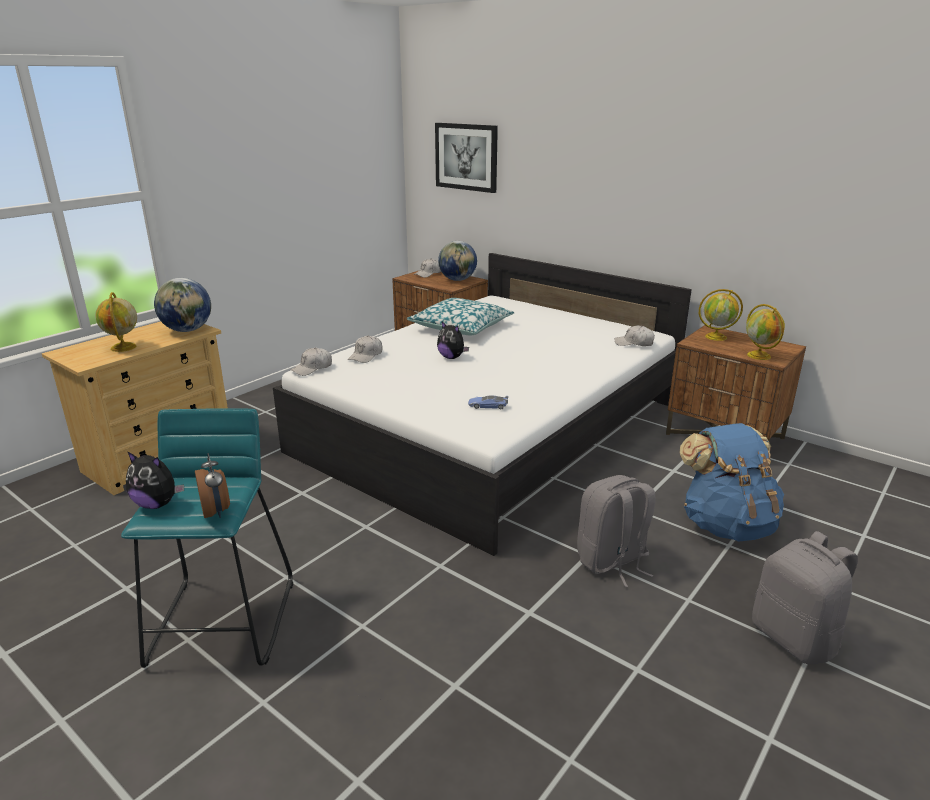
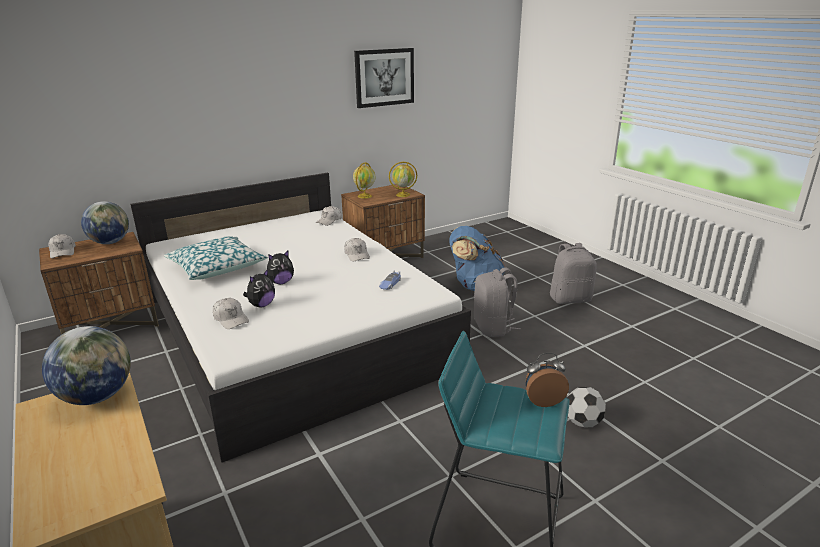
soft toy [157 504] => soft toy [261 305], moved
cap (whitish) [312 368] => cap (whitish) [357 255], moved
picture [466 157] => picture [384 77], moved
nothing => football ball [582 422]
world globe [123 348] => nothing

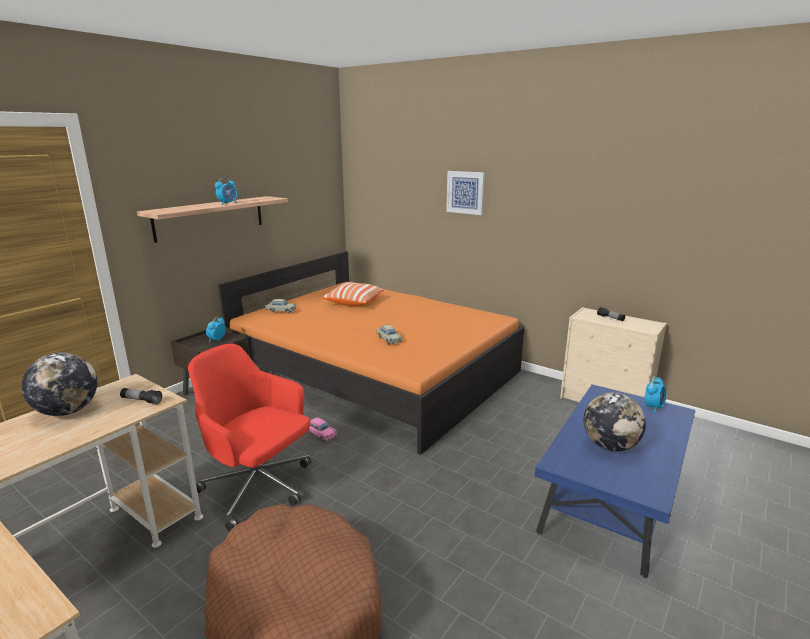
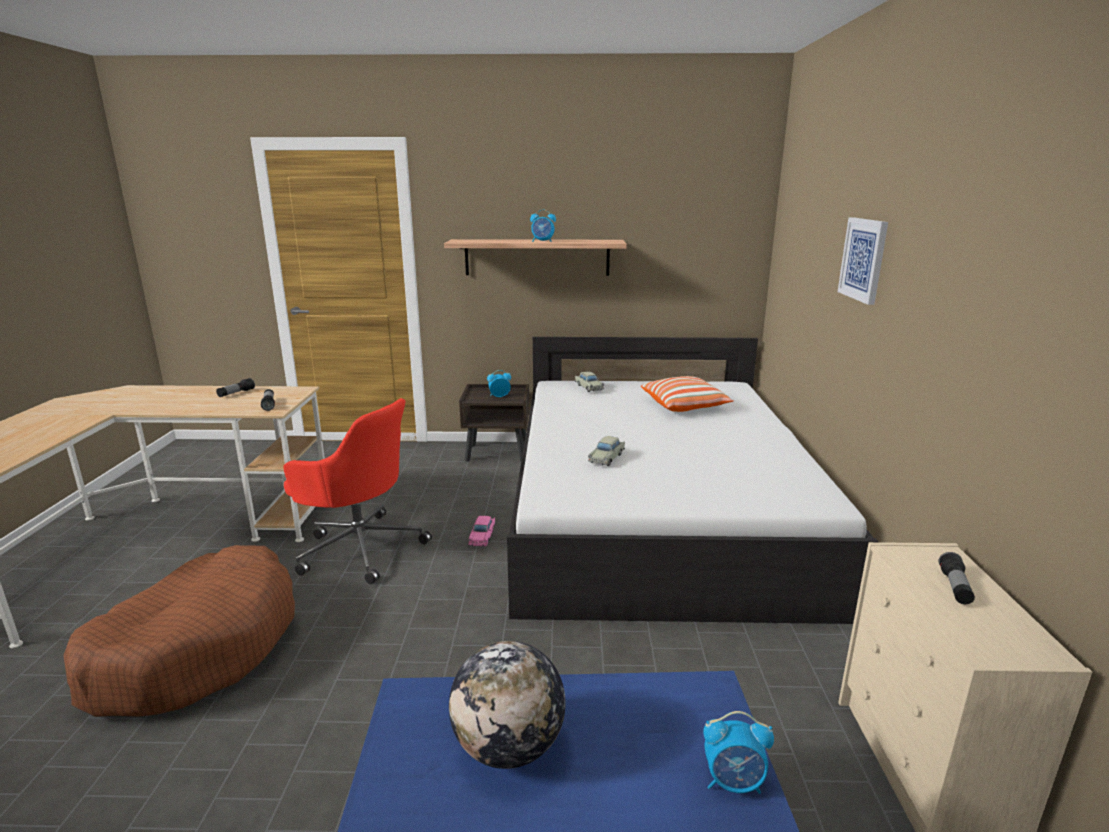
world globe [67 411] => torch [236 393]
desk chair (red-coloured) [259 488] => desk chair (red-coloured) [360 547], 120 degrees clockwise
bed (orangey) [375 372] => bed (whitish) [655 511]

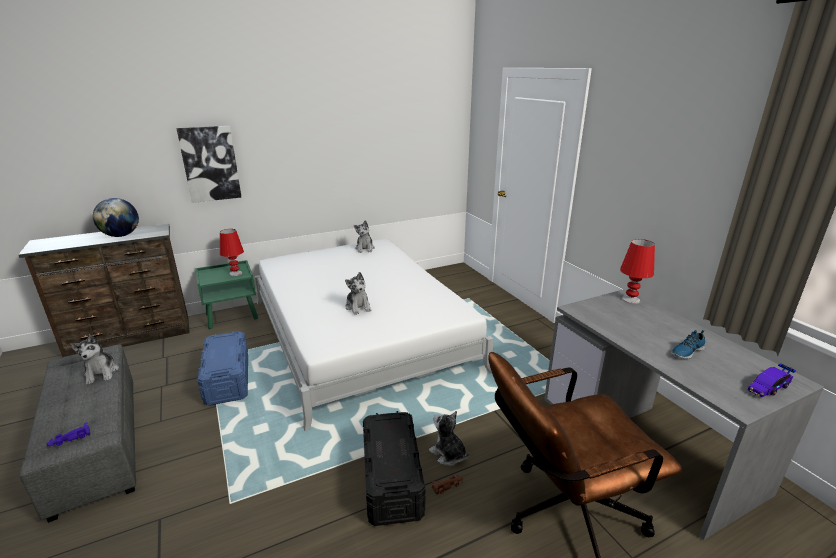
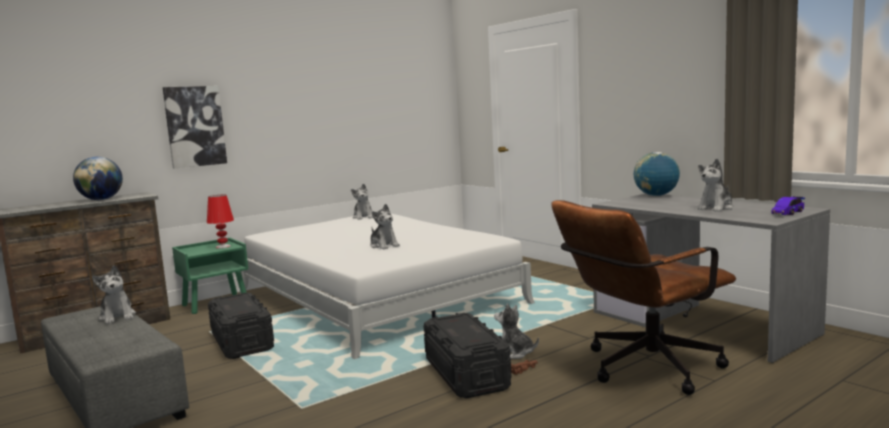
storage container (blue) [228 379] => storage container (black) [242 341]
lamp for a table (red-coloured) [630 299] => world globe [656 196]
shoe [686 351] => soft toy [716 208]
miniature car (purple-coloured) [69 439] => nothing

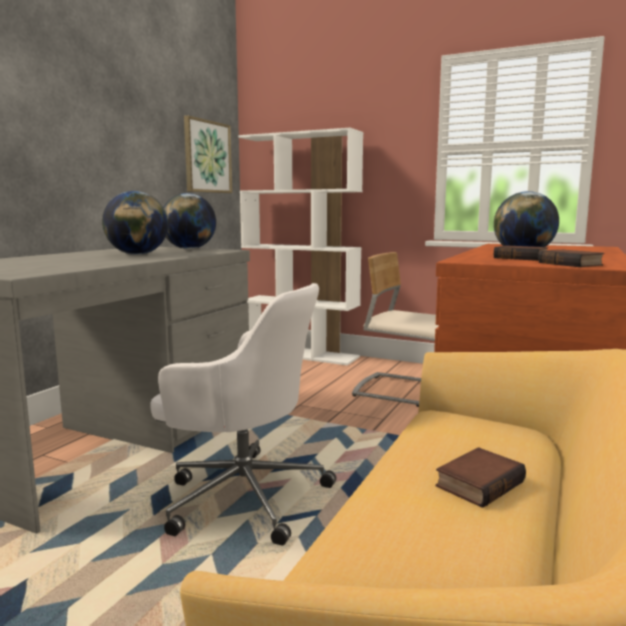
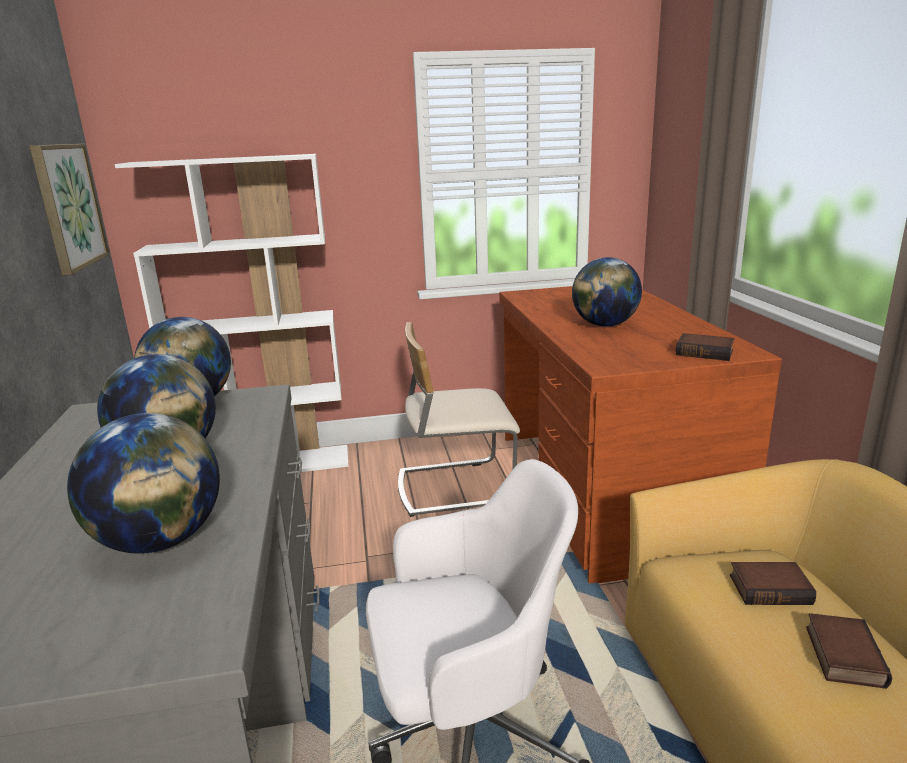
nothing => world globe [160 541]
volume [521 258] => volume [770 588], moved

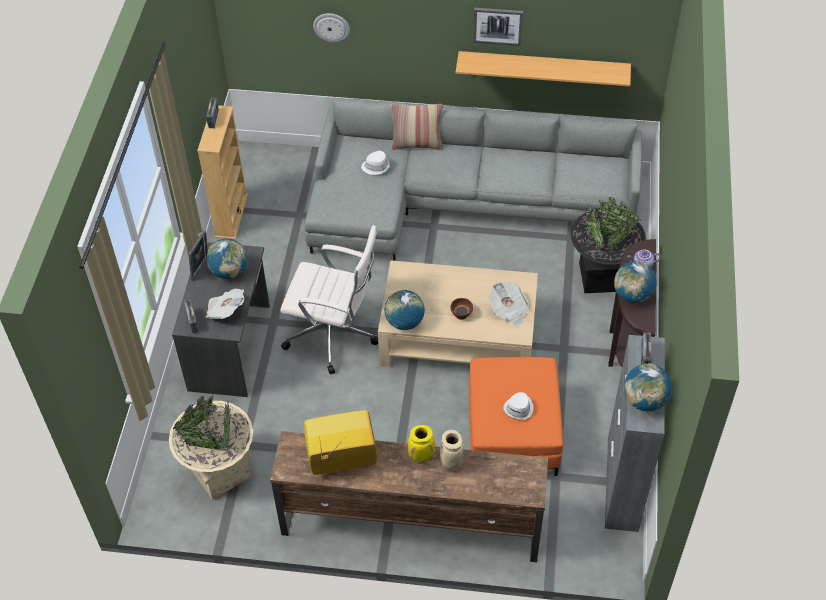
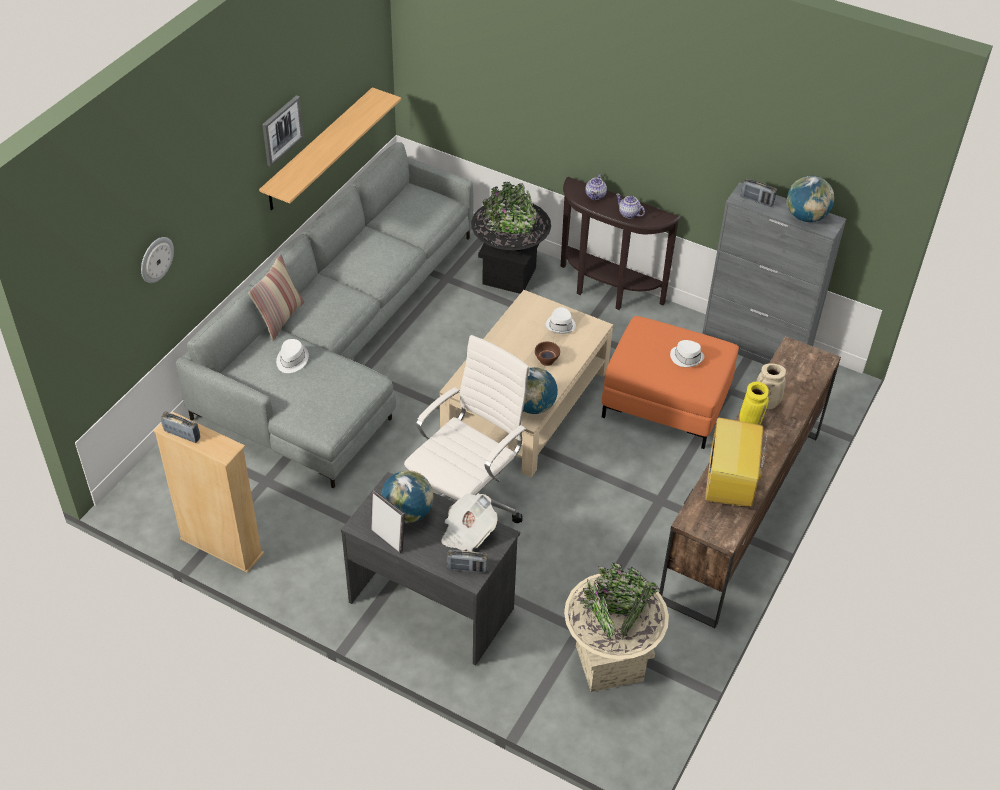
printed paper [509 310] => clothing hat (whitish) [561 325]
world globe [632 295] => pot for tea [628 214]

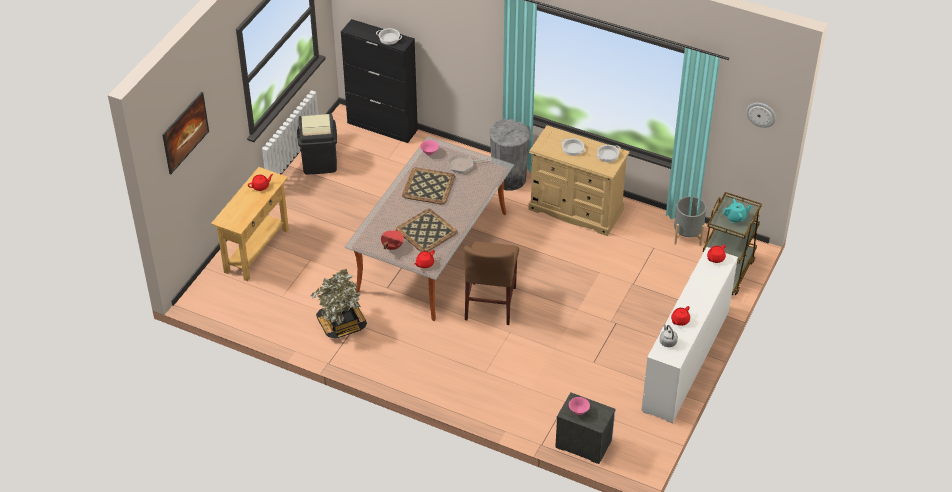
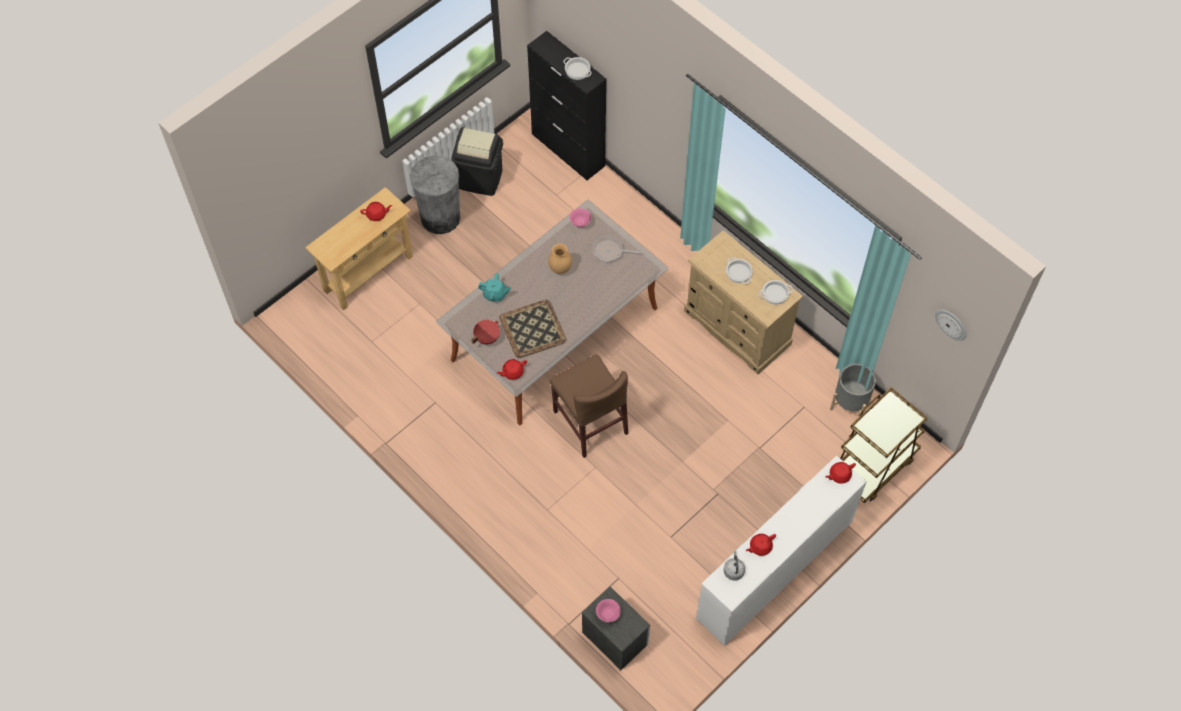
rubbish bin (grey) [509 178] => rubbish bin (grey) [440 217], moved
pot for tea (turquoise-coloured) [736 218] => pot for tea (turquoise-coloured) [495 294], moved
carrying tray [428 186] => flower vase (brown-coloured) [560 269]
chair (brown-coloured) [490 303] => chair (brown-coloured) [590 422], 60 degrees counterclockwise
picture [187 142] => nothing
plant in a pot [341 324] => nothing

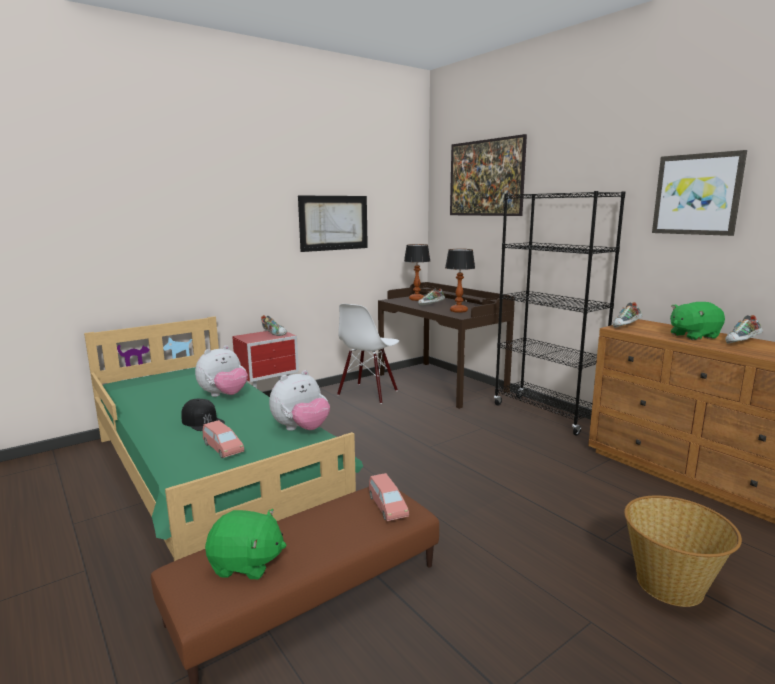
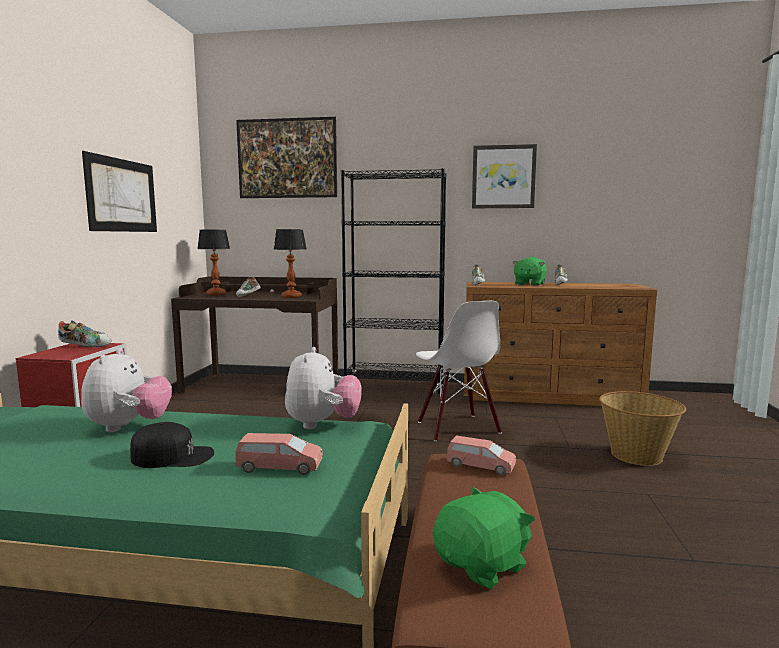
chair (whitish) [368 393] => chair (whitish) [457 428], moved

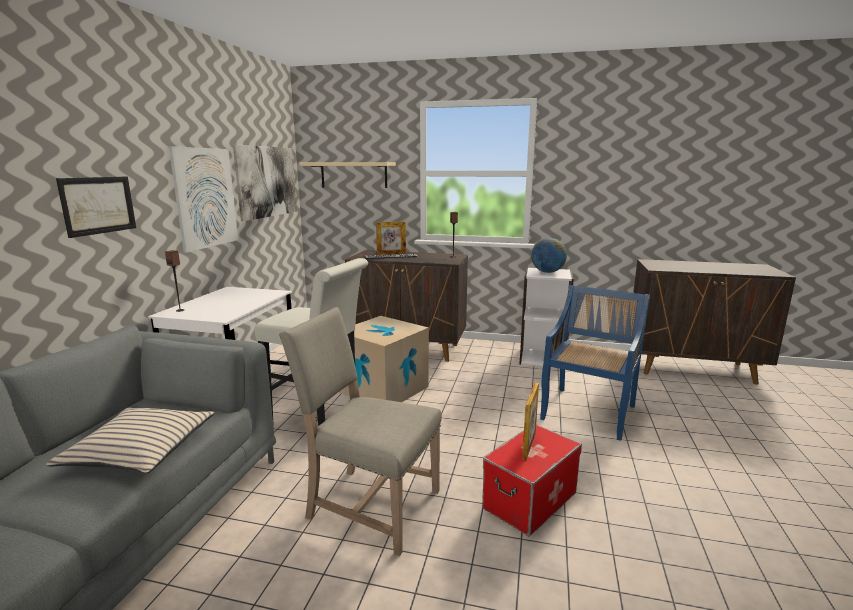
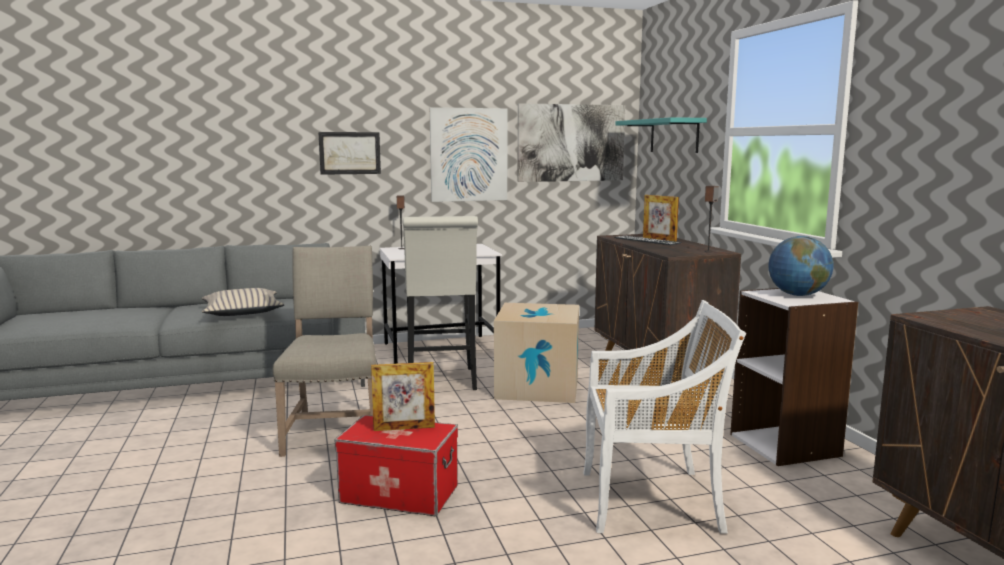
chair (blue) [588 412] => chair (whitish) [652 500]
shelf (beige-coloured) [353 175] => shelf (turquoise-coloured) [674 136]

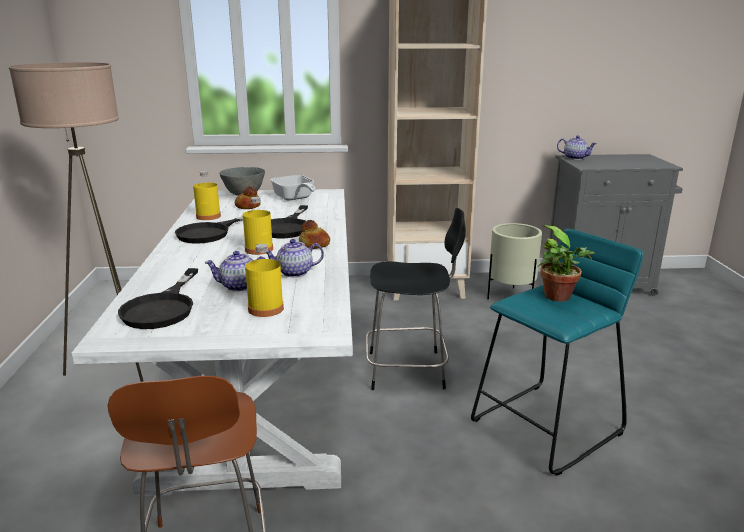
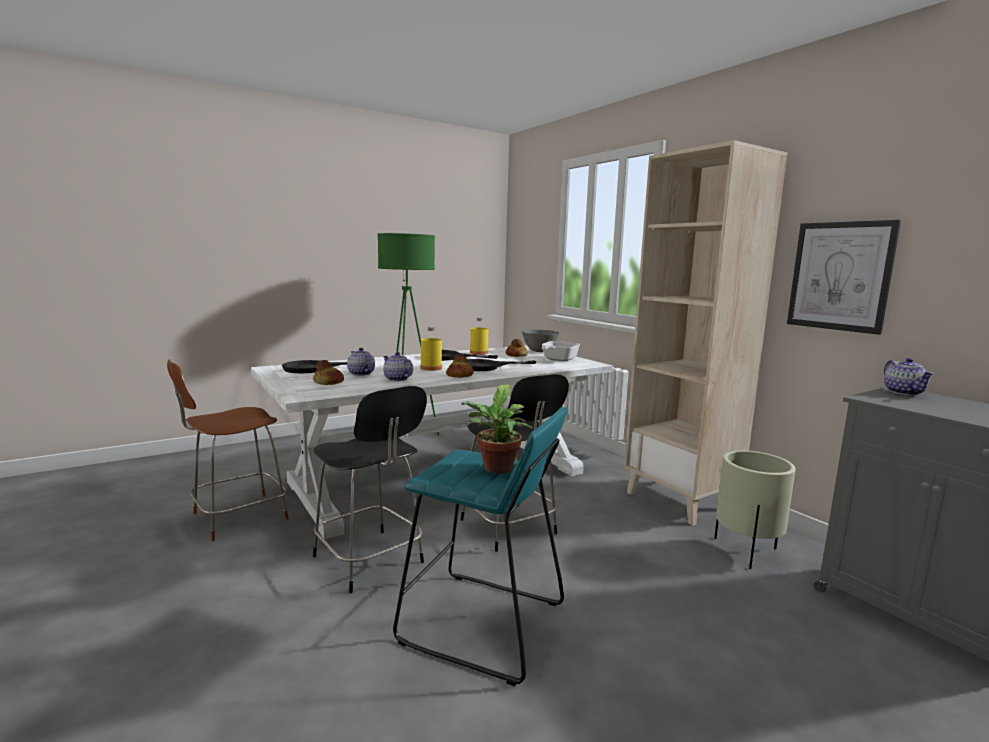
bottle (yellowish) [266 309] => bread [329 382]
nothing => chair (black) [370 561]
floor lamp (beige-coloured) [115 367] => floor lamp (greenish) [407 438]
nothing => picture [840 276]

